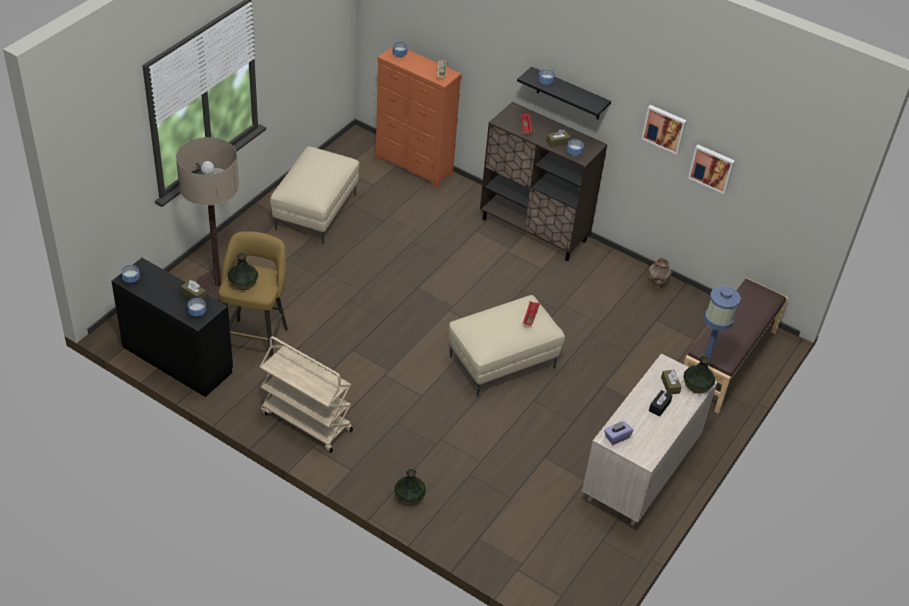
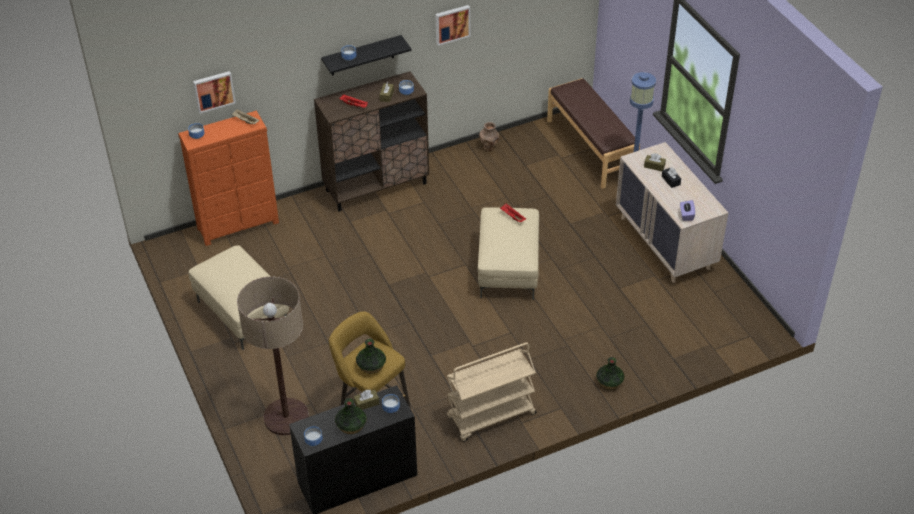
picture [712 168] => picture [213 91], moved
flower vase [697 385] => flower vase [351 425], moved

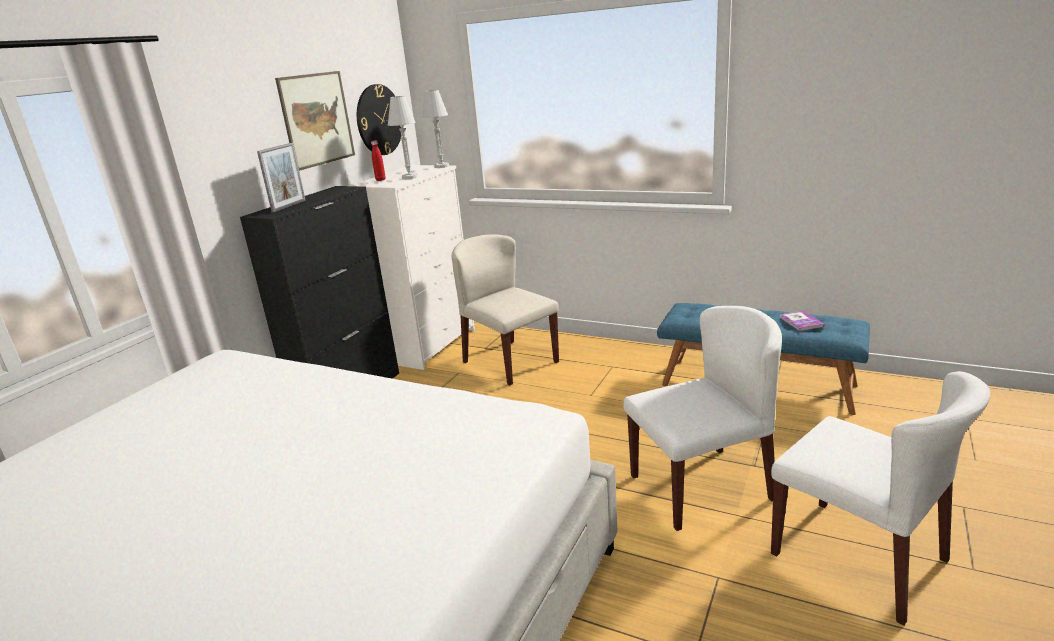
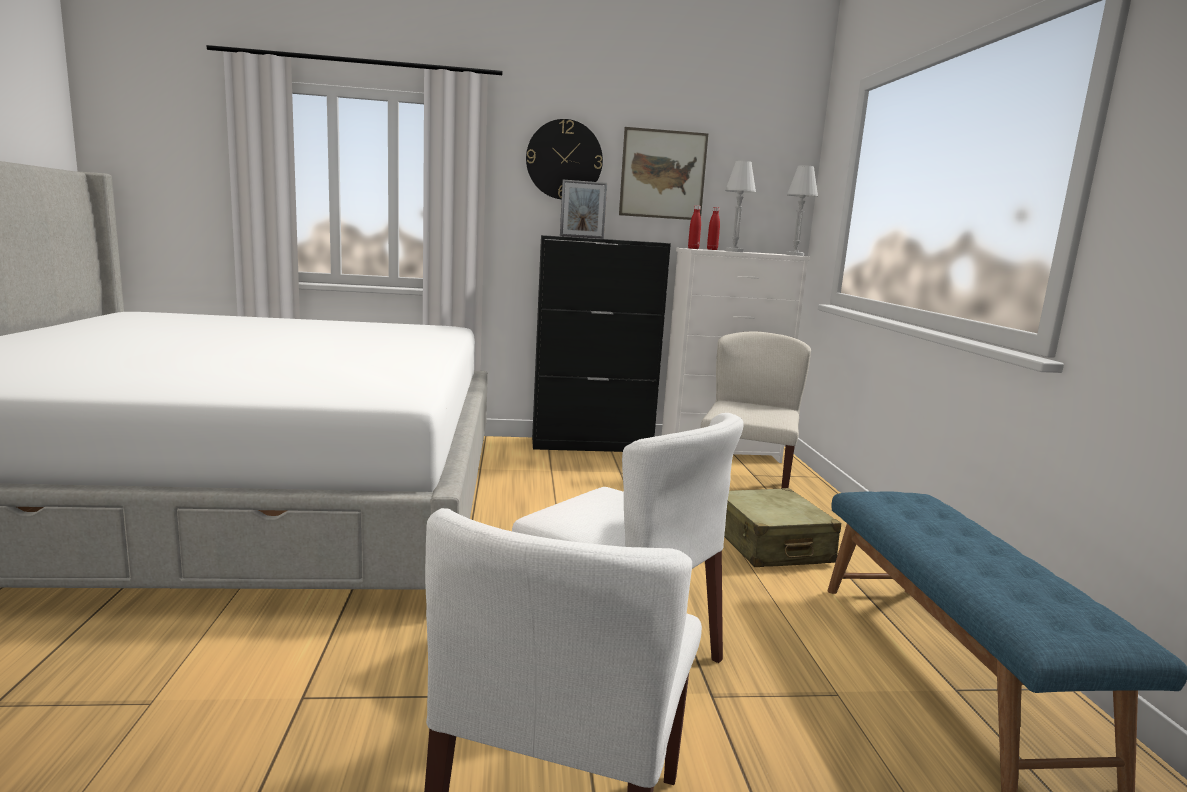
wall clock [379 120] => wall clock [564 160], moved
nothing => bottle (red-coloured) [693 248]
nothing => piece of luggage (beige-coloured) [771 545]
volume [801 322] => nothing

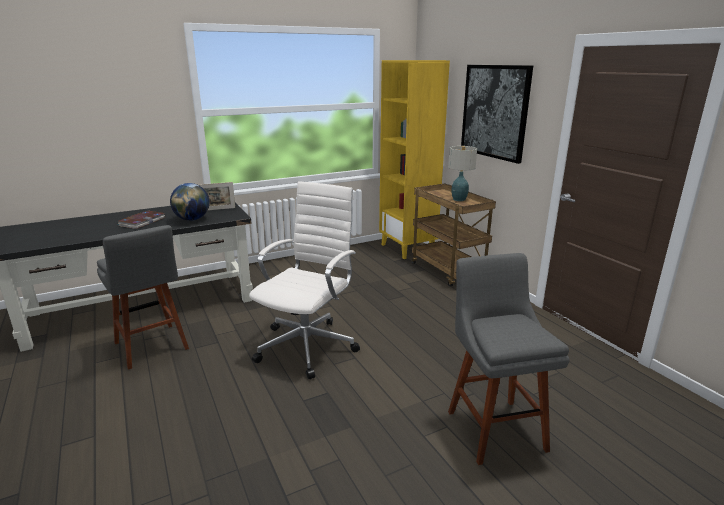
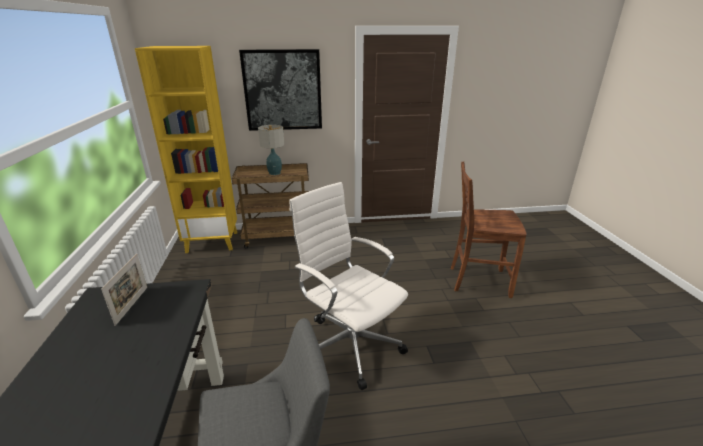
sitting stool (grey) [493 426] => chair (brown-coloured) [477 281]
volume [142 221] => nothing
world globe [192 219] => nothing

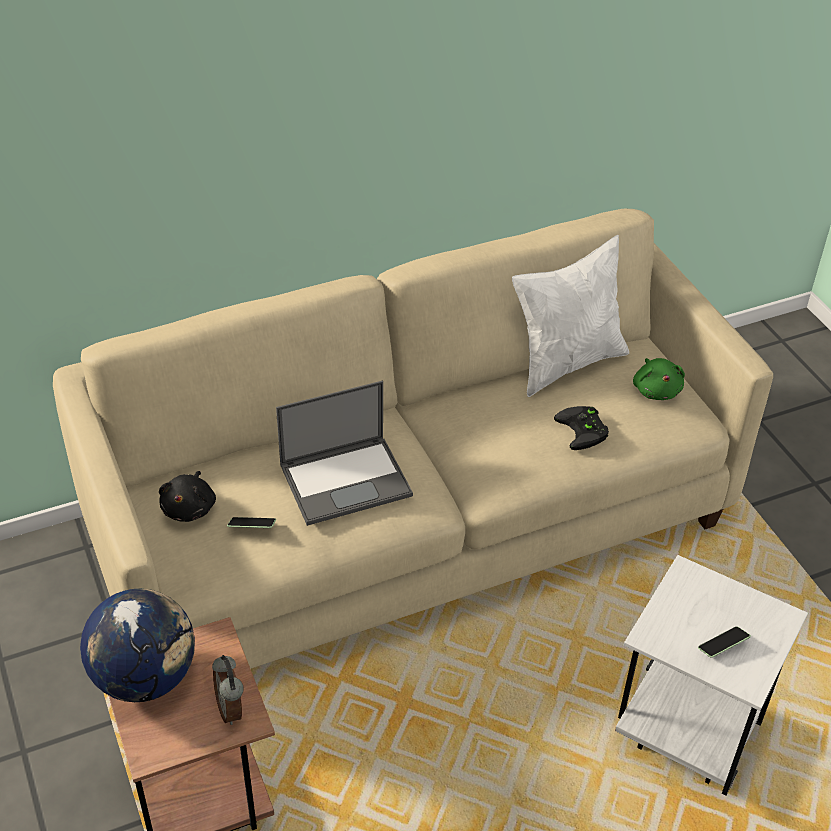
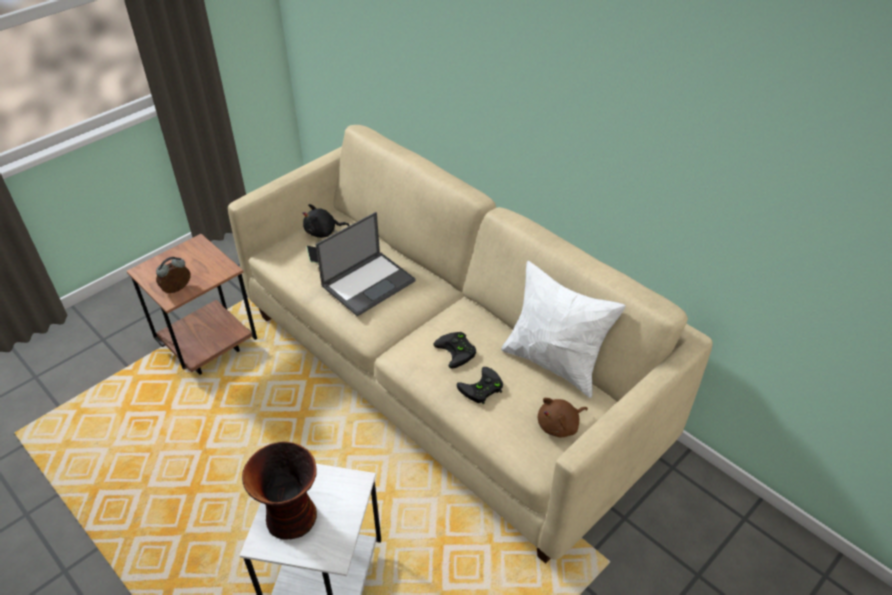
telephone [722 646] => flower vase [291 519]
laptop [347 479] => laptop [369 283], 90 degrees counterclockwise
nothing => joypad (black) [458 351]
soft toy (greenish) [656 390] => soft toy (brown-coloured) [560 425]
world globe [145 677] => nothing

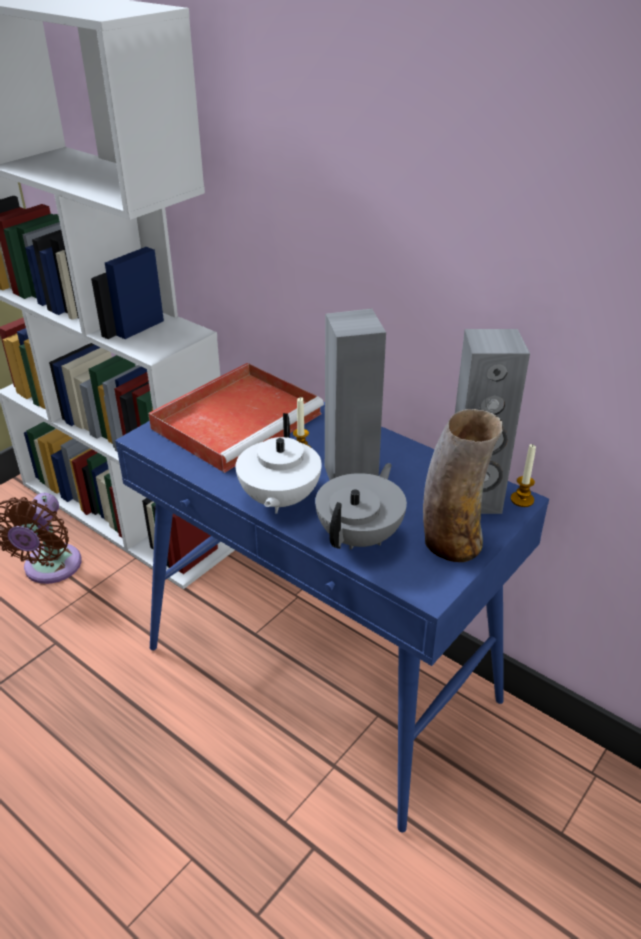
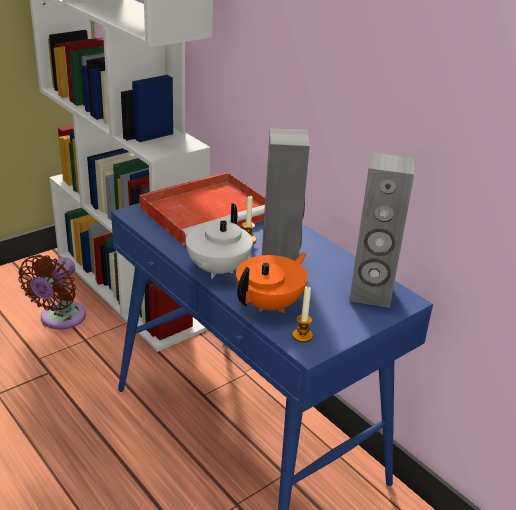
pot for tea (grey) [361 536] => pot for tea (orangey) [270 304]
wax candle [522 500] => wax candle [302 336], moved
flower vase [451 542] => nothing

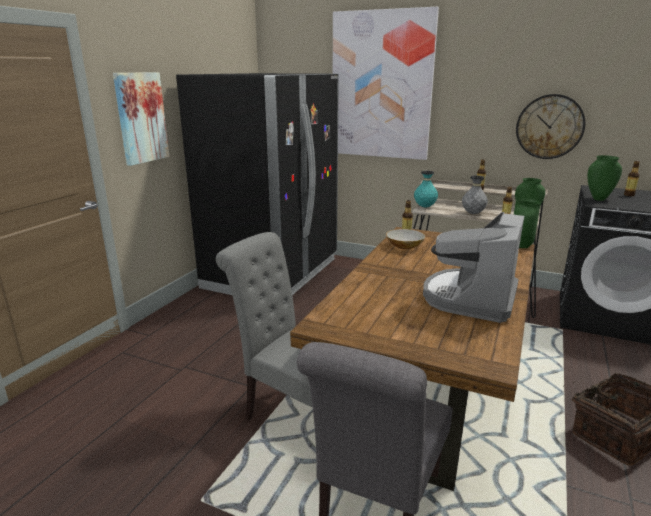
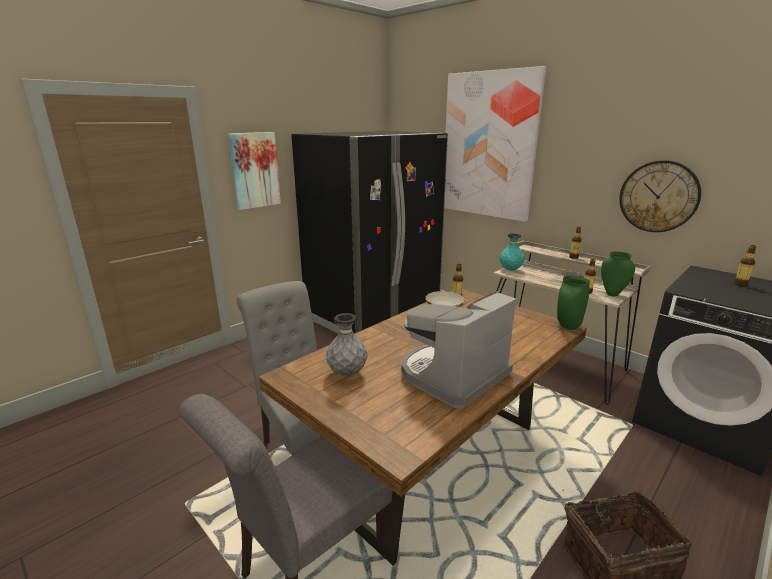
flower vase (grey) [473 213] => flower vase (grey) [347 373], moved
flower vase (greenish) [598 199] => nothing

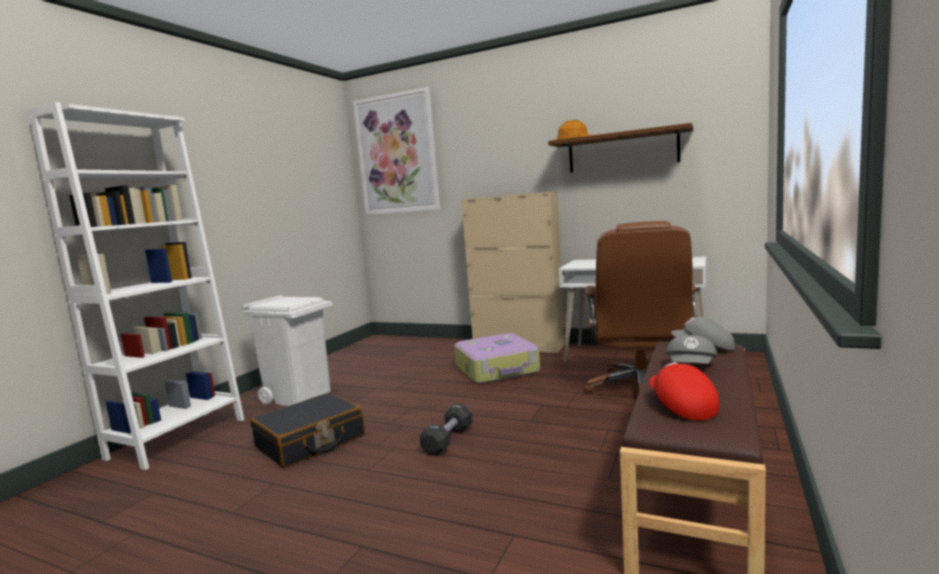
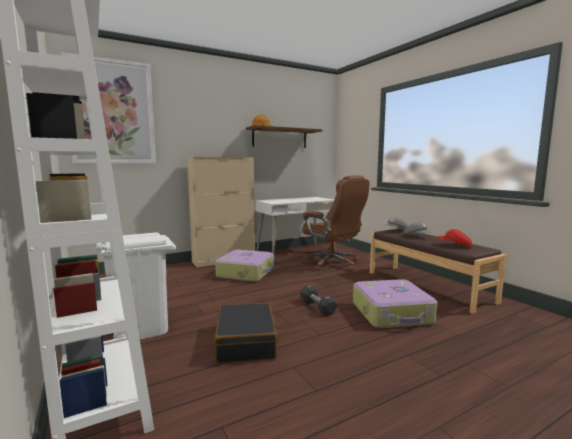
nothing => piece of luggage [392 313]

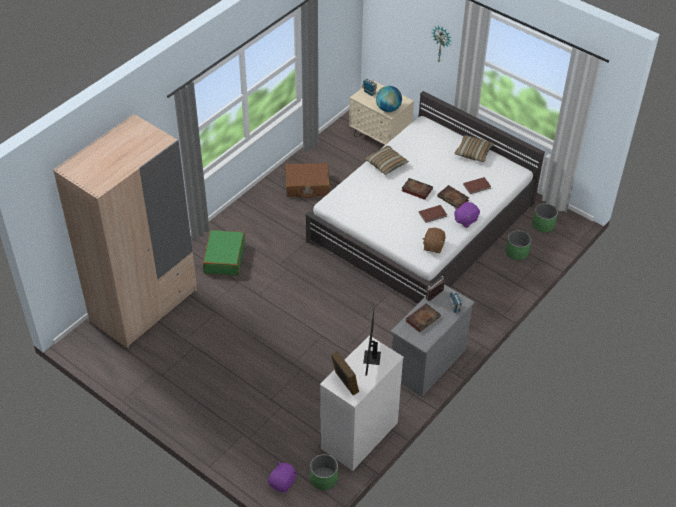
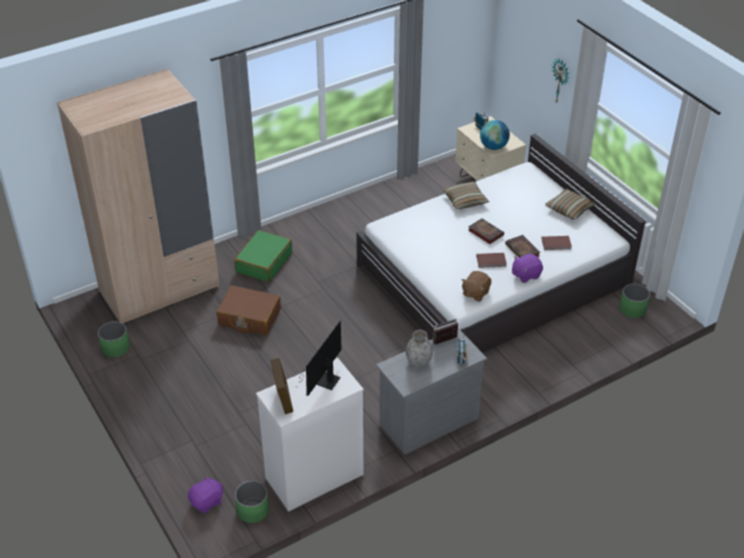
planter (greenish) [516 252] => planter (greenish) [115 348], moved
piece of luggage (brown-coloured) [307 185] => piece of luggage (brown-coloured) [249 317], moved
volume [423 318] => flower vase (grey) [418 361]

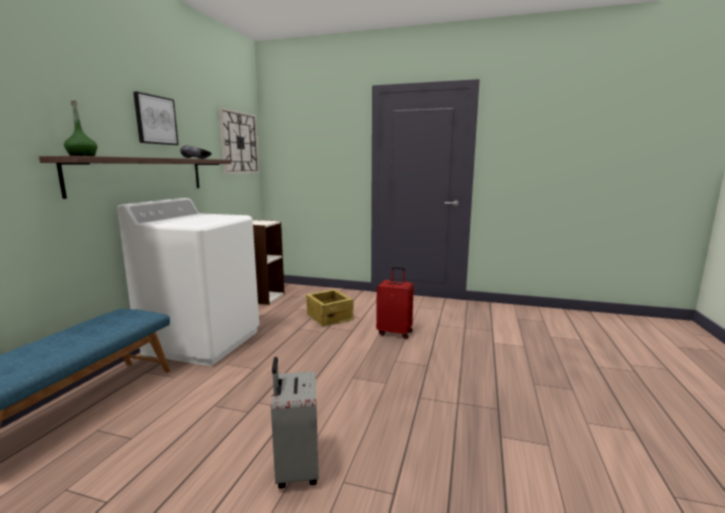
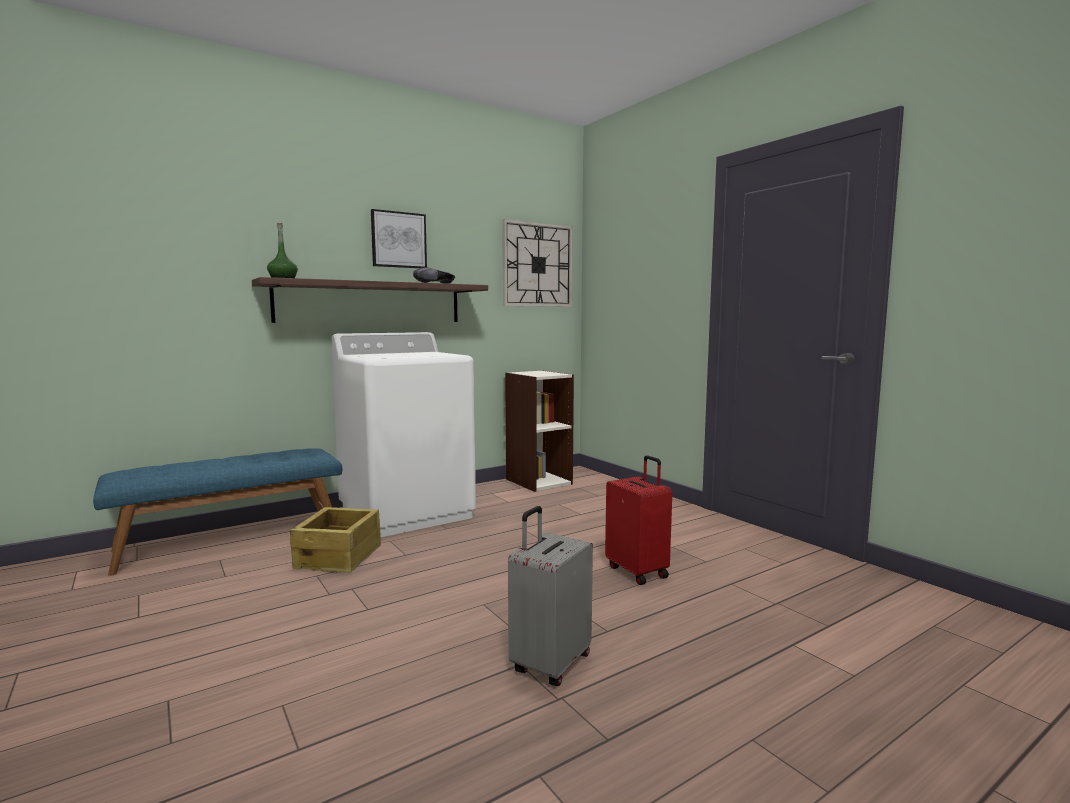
shipping crate [330 317] => shipping crate [339 557], moved
piece of luggage (grey) [296 469] => piece of luggage (grey) [549 664], moved

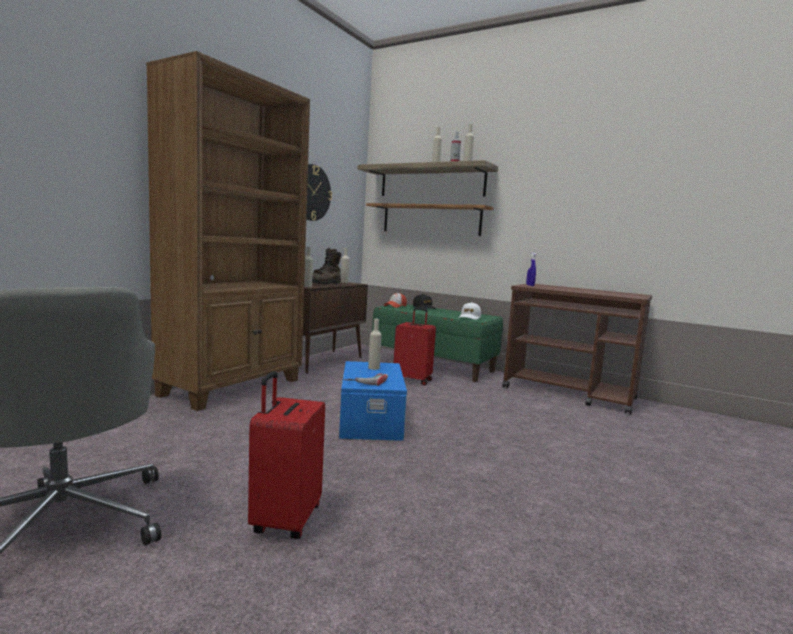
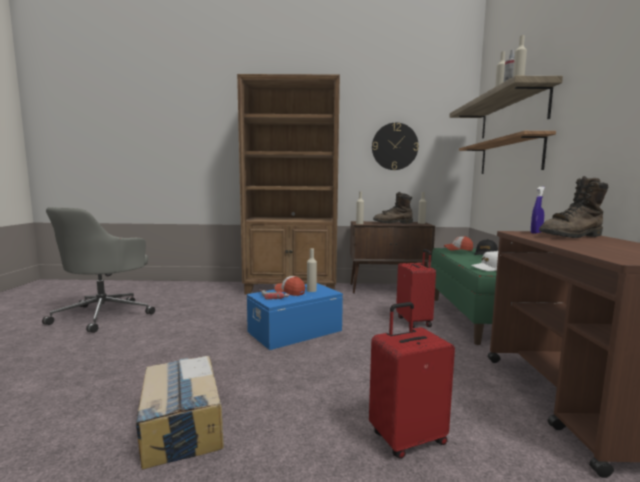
nothing => packing box [181 424]
nothing => cap [290 291]
piece of luggage (red-coloured) [285 520] => piece of luggage (red-coloured) [407 437], moved
nothing => boot (brown-coloured) [572 236]

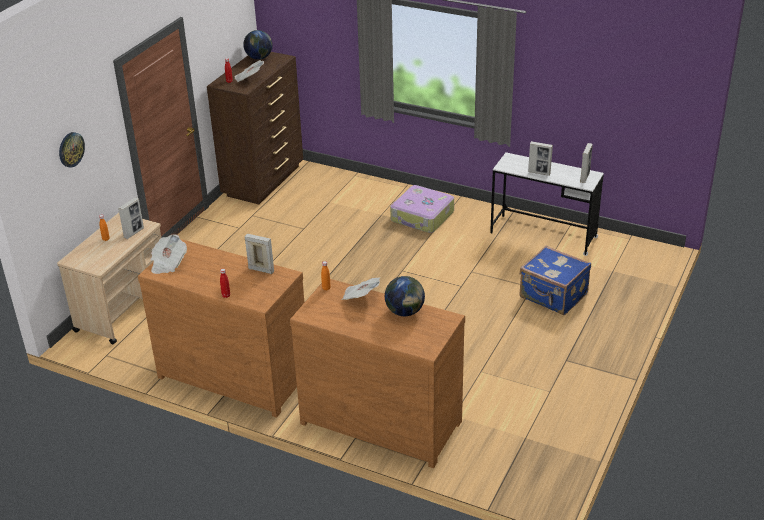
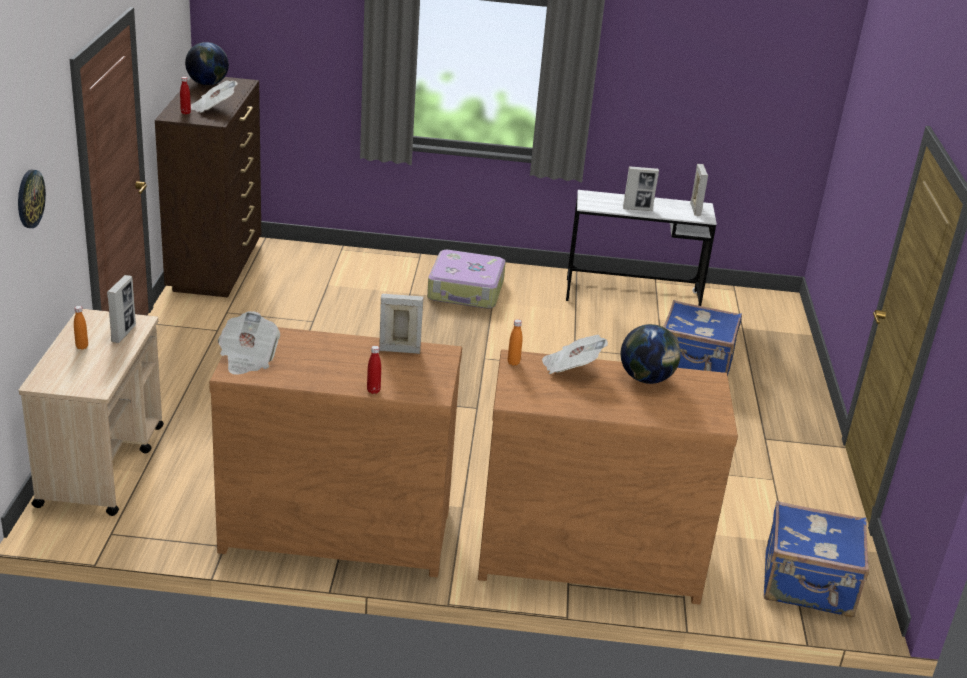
nothing => piece of luggage (blue) [808 586]

